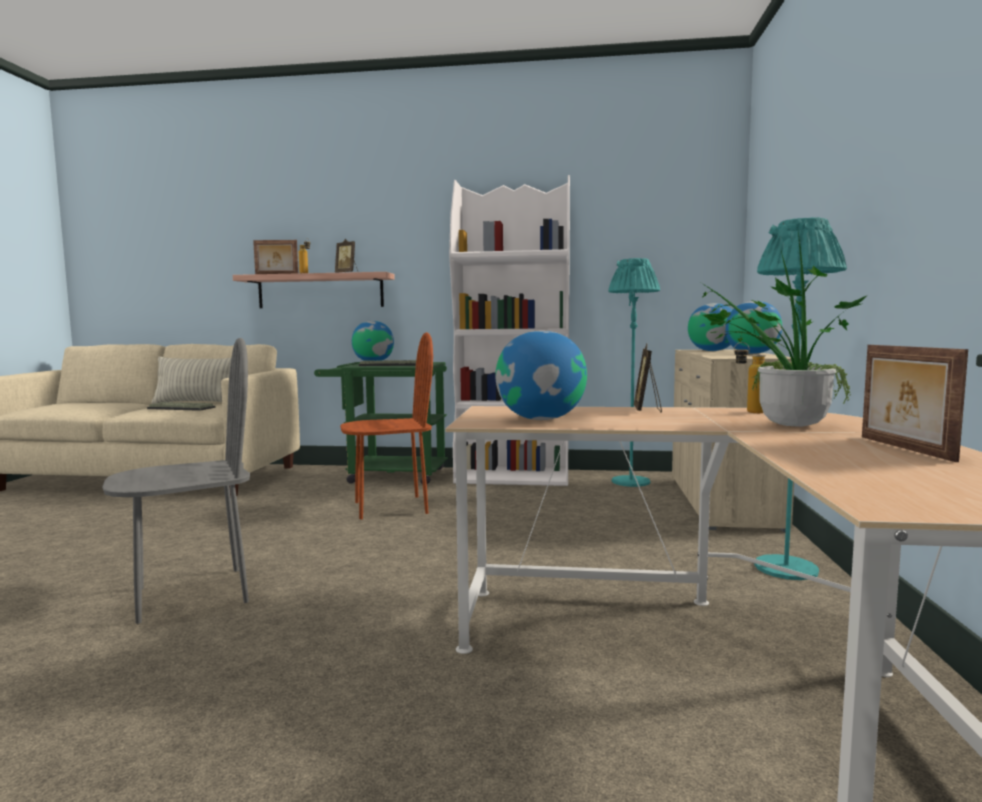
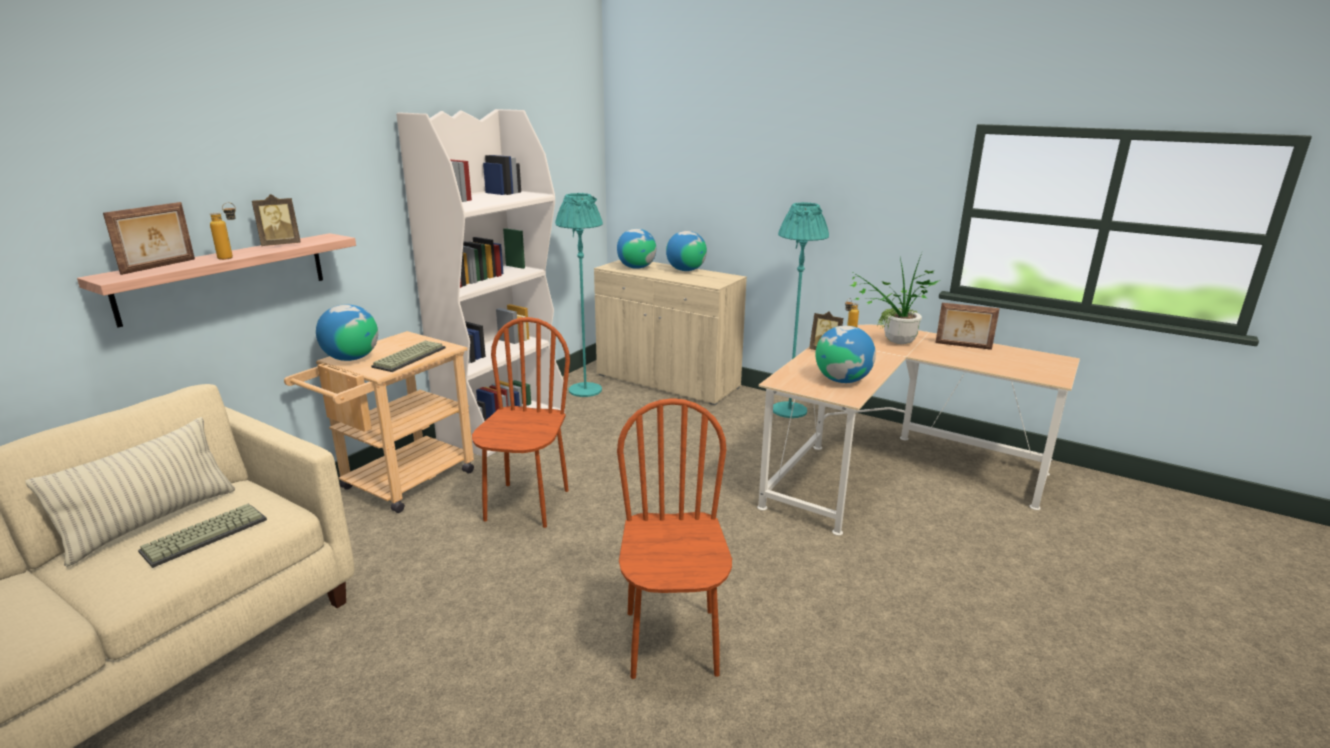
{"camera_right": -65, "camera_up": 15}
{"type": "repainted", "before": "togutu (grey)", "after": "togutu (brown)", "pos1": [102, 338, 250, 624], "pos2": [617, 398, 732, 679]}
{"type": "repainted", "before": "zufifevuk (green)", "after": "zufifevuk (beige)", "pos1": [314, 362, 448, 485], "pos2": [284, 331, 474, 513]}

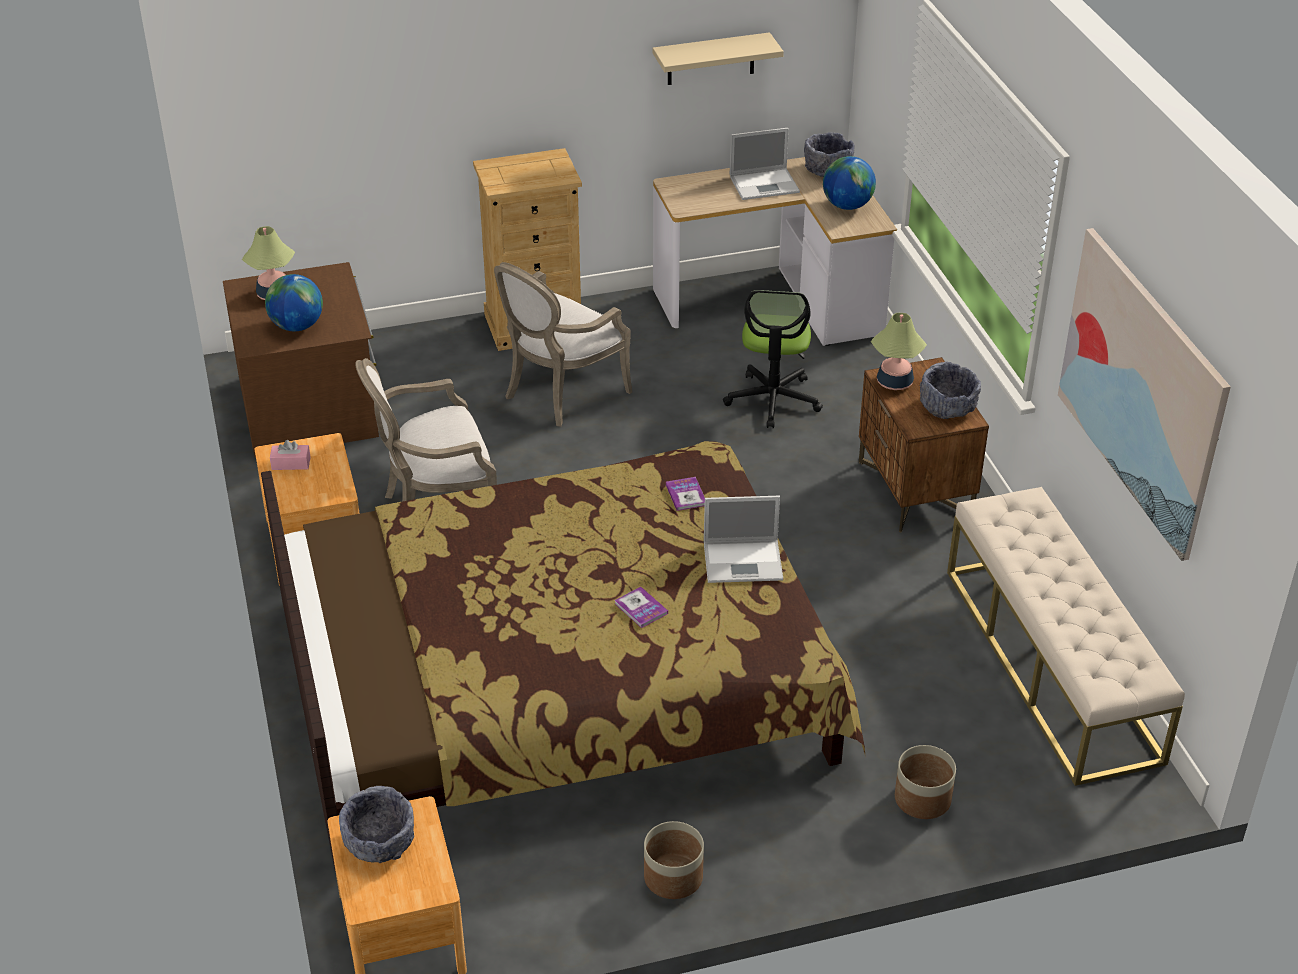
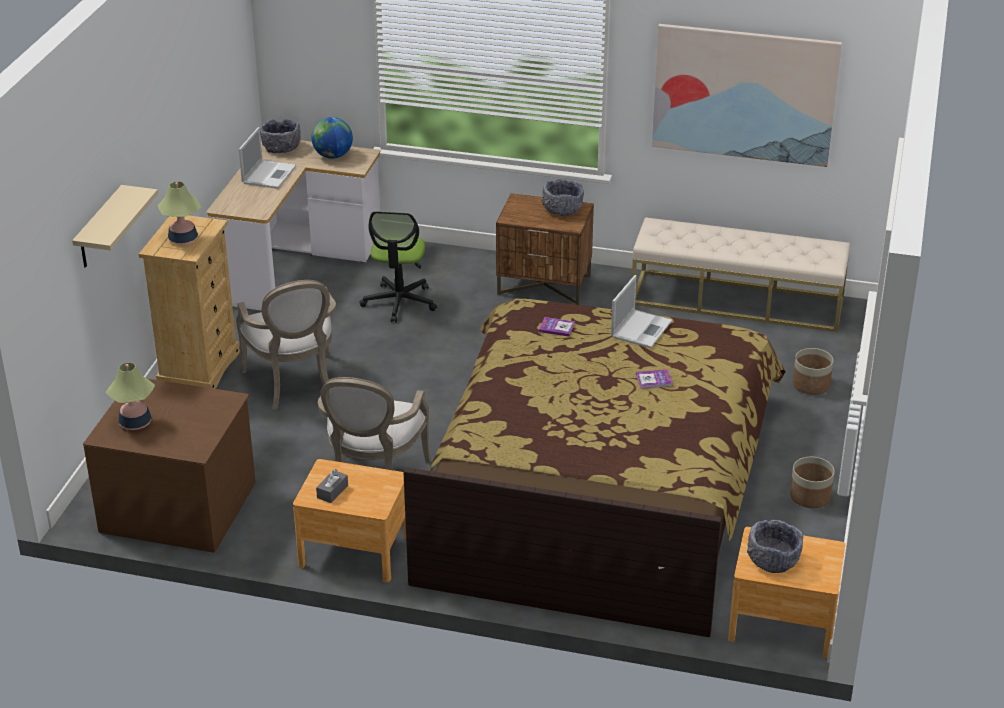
{"camera_right": -60, "camera_up": -5}
{"type": "gone", "before": "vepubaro", "pos1": [265, 274, 323, 331]}
{"type": "shifted", "before": "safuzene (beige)", "pos1": [652, 32, 784, 85], "pos2": [72, 185, 158, 268]}
{"type": "shifted", "before": "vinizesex", "pos1": [871, 313, 927, 390], "pos2": [158, 181, 201, 245]}
{"type": "repainted", "before": "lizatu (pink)", "after": "lizatu (grey)", "pos1": [270, 440, 311, 470], "pos2": [316, 469, 348, 503]}
{"type": "rotated", "before": "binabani", "pos1": [723, 290, 823, 428], "pos2": [359, 211, 437, 322], "turn": 60}

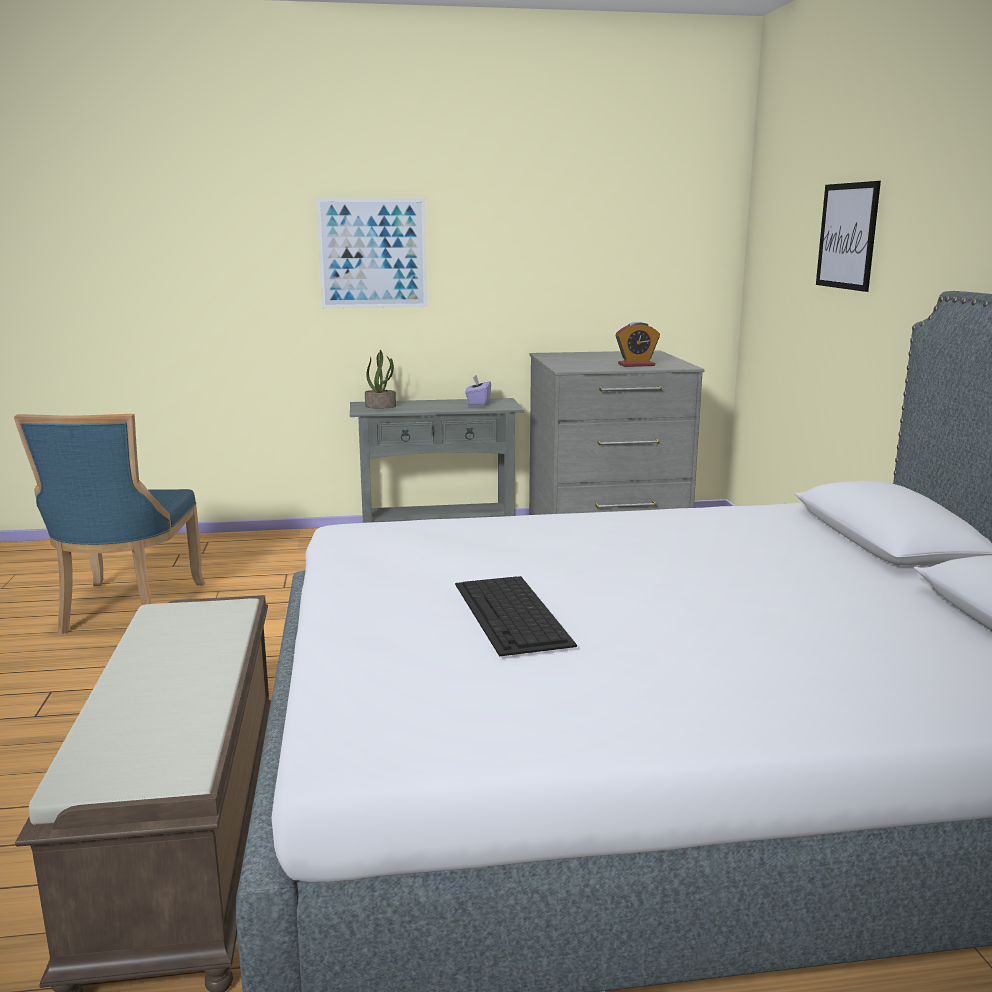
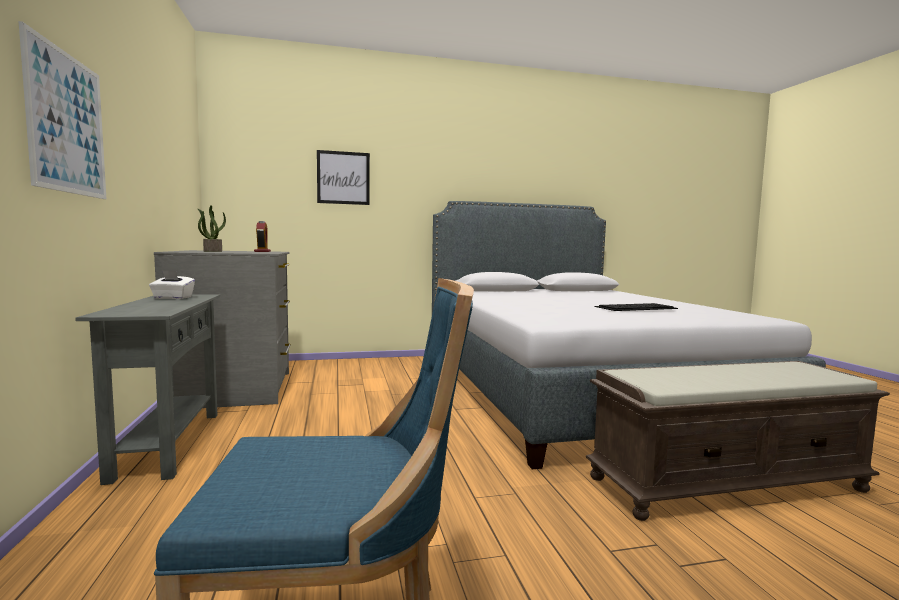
{"camera_right": -95, "camera_up": -10}
{"type": "shifted", "before": "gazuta", "pos1": [365, 350, 396, 409], "pos2": [198, 205, 226, 252]}
{"type": "repainted", "before": "lizatu (purple)", "after": "lizatu (white)", "pos1": [465, 375, 491, 406], "pos2": [149, 271, 195, 299]}

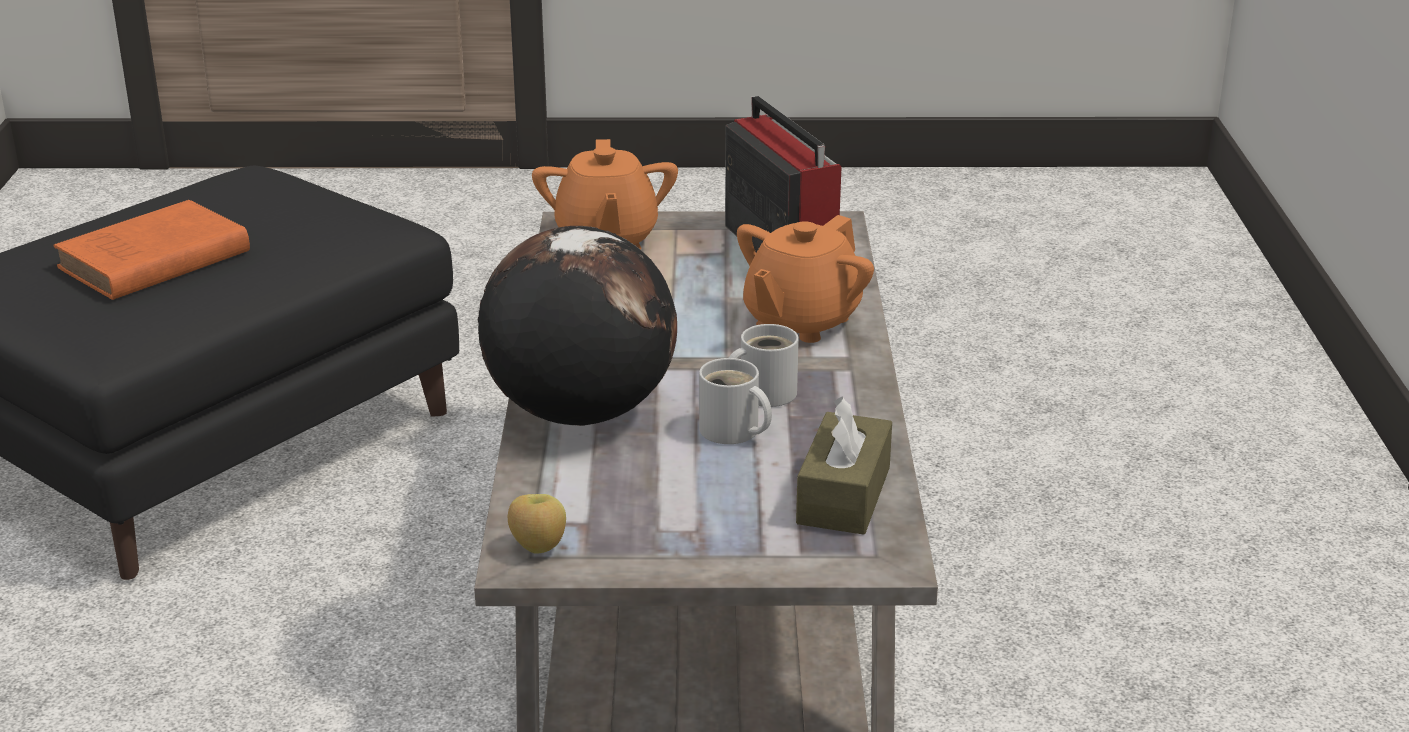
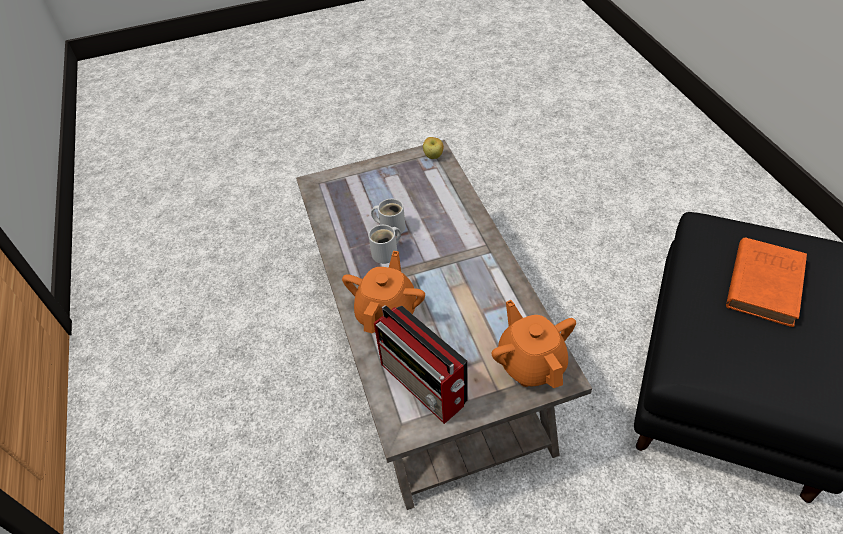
{"camera_right": 165, "camera_up": 20}
{"type": "gone", "before": "vepubaro", "pos1": [478, 226, 677, 426]}
{"type": "gone", "before": "lizatu (brown)", "pos1": [796, 396, 892, 535]}

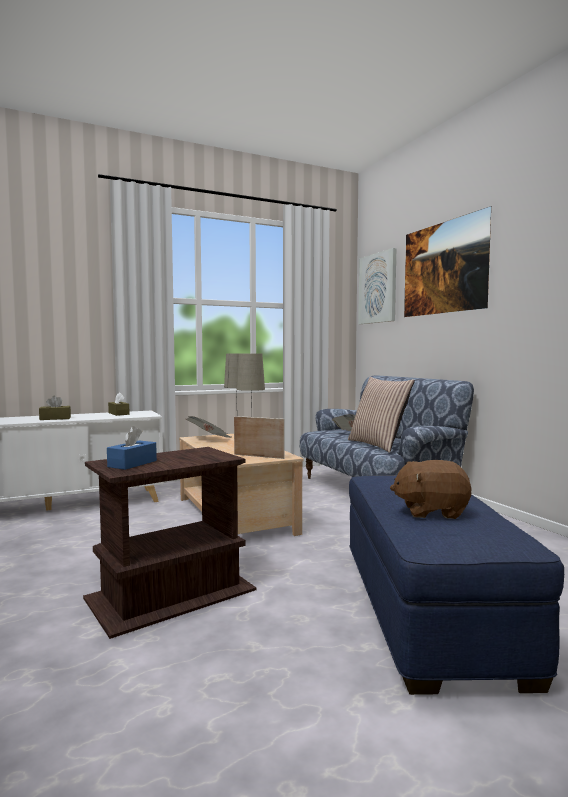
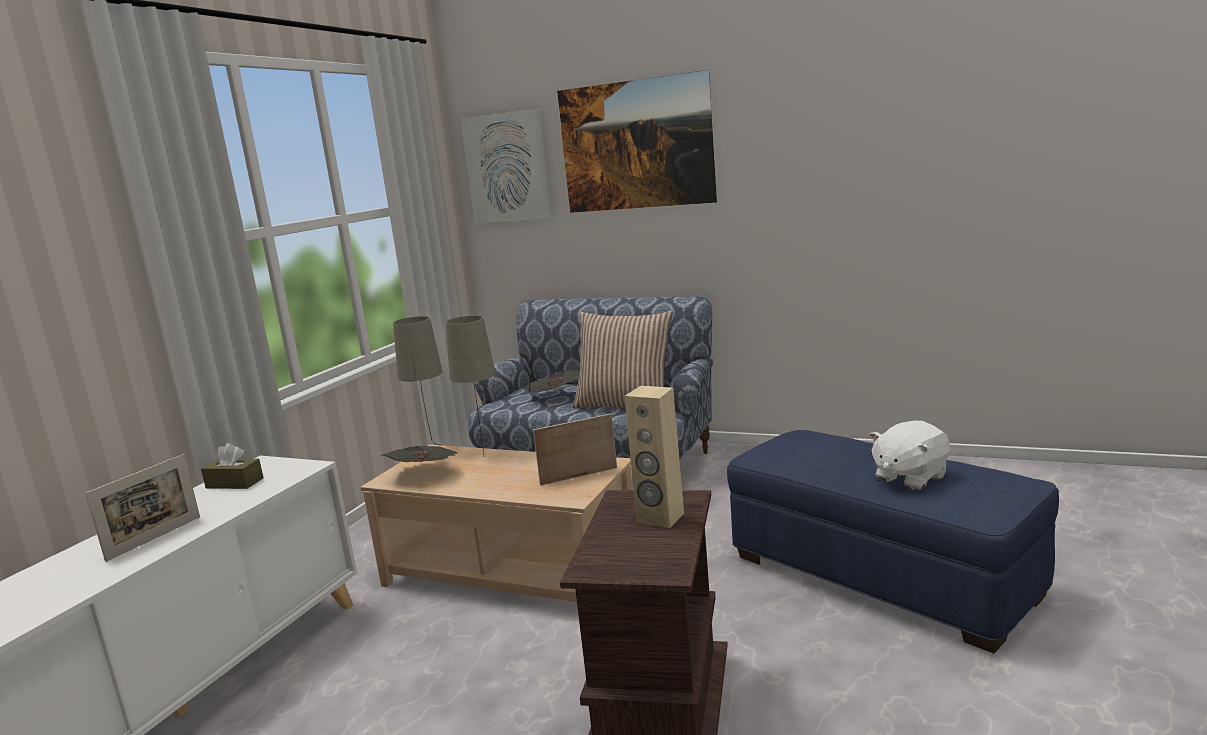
{"camera_right": -40, "camera_up": 10}
{"type": "gone", "before": "lizatu (blue)", "pos1": [107, 426, 157, 470]}
{"type": "new", "after": "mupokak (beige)", "pos2": [625, 386, 684, 528]}
{"type": "swapped", "before": "lizatu (brown)", "after": "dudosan", "pos1": [39, 395, 71, 420], "pos2": [85, 454, 200, 562]}
{"type": "repainted", "before": "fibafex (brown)", "after": "fibafex (white)", "pos1": [390, 460, 471, 519], "pos2": [870, 421, 950, 490]}

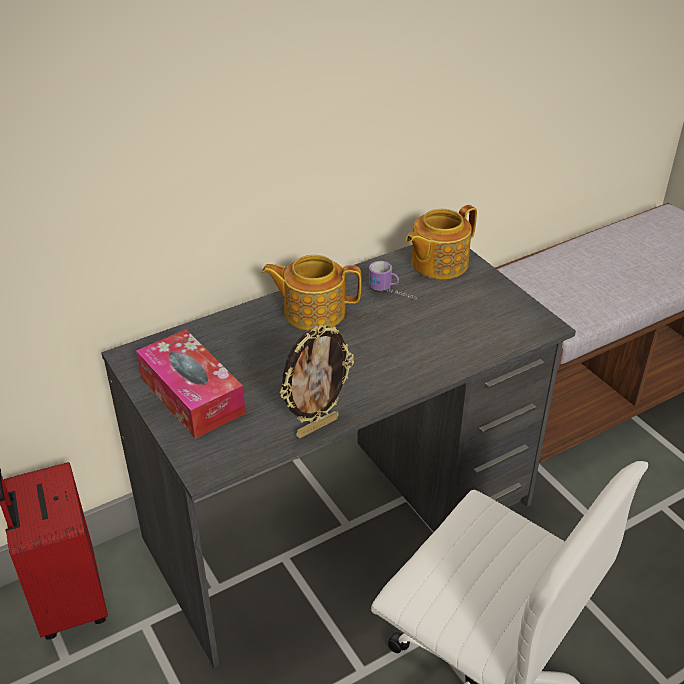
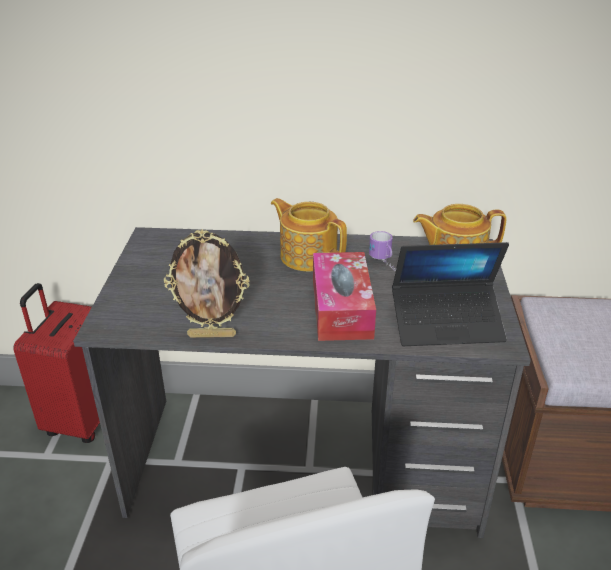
{"camera_right": 35, "camera_up": -5}
{"type": "new", "after": "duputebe", "pos2": [392, 242, 509, 346]}
{"type": "shifted", "before": "lizatu", "pos1": [136, 329, 246, 439], "pos2": [313, 252, 376, 341]}

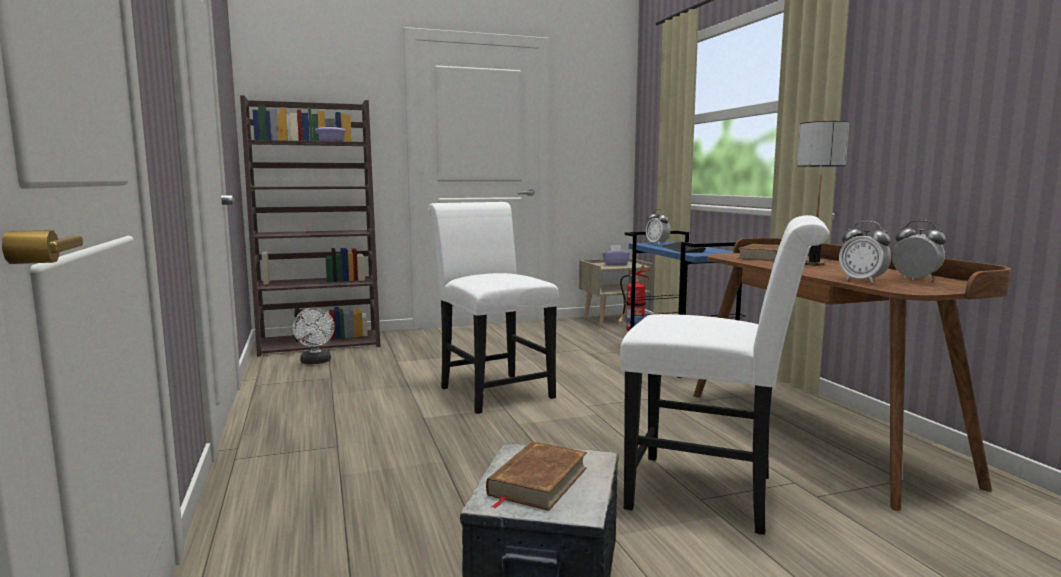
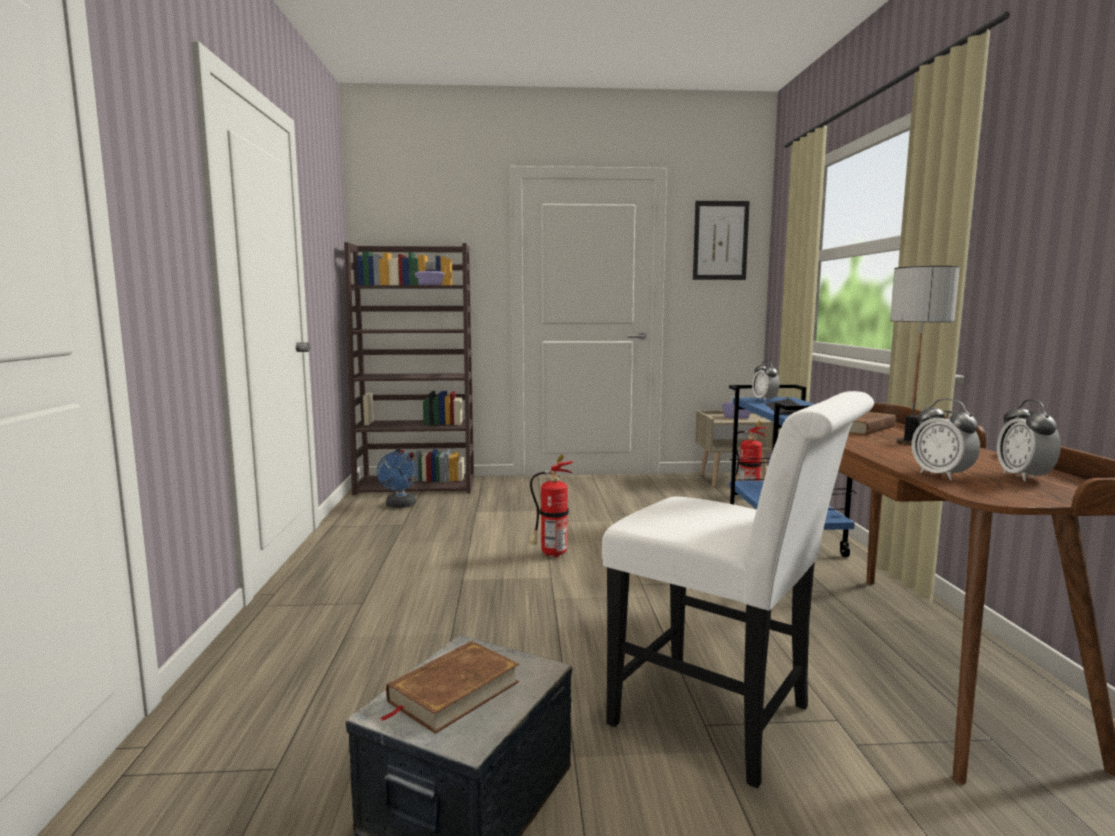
{"camera_right": 15, "camera_up": 0}
{"type": "new", "after": "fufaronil", "pos2": [693, 201, 750, 280]}
{"type": "swapped", "before": "togutu (white)", "after": "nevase", "pos1": [428, 202, 559, 414], "pos2": [529, 455, 573, 558]}
{"type": "repainted", "before": "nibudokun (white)", "after": "nibudokun (blue)", "pos1": [293, 308, 335, 364], "pos2": [377, 452, 417, 508]}
{"type": "rotated", "before": "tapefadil", "pos1": [892, 220, 946, 280], "pos2": [997, 399, 1061, 481], "turn": -150}

